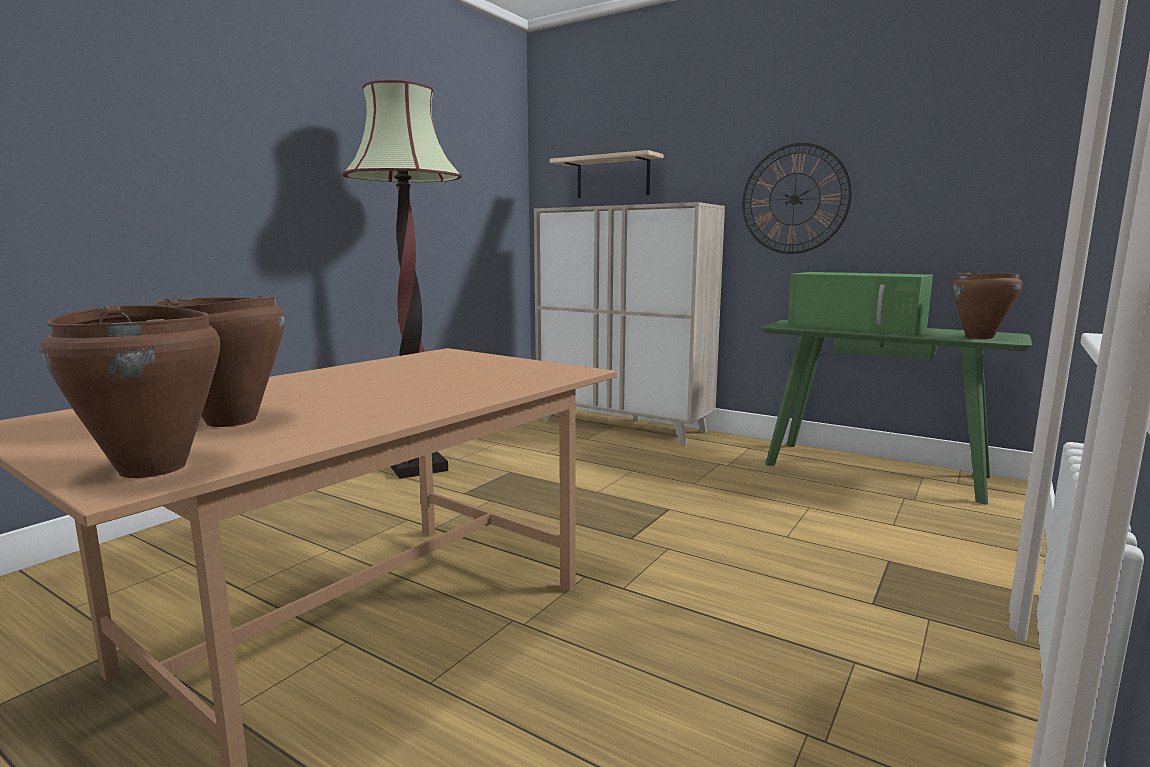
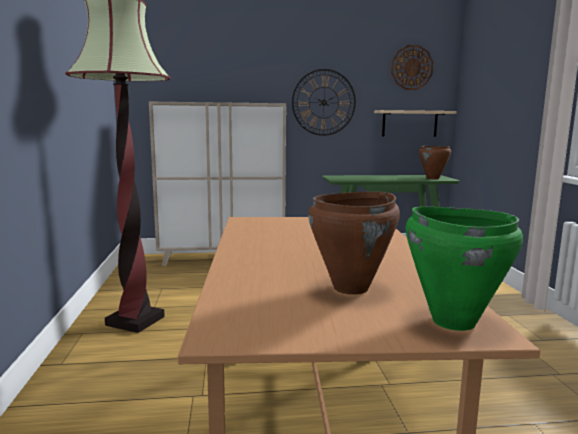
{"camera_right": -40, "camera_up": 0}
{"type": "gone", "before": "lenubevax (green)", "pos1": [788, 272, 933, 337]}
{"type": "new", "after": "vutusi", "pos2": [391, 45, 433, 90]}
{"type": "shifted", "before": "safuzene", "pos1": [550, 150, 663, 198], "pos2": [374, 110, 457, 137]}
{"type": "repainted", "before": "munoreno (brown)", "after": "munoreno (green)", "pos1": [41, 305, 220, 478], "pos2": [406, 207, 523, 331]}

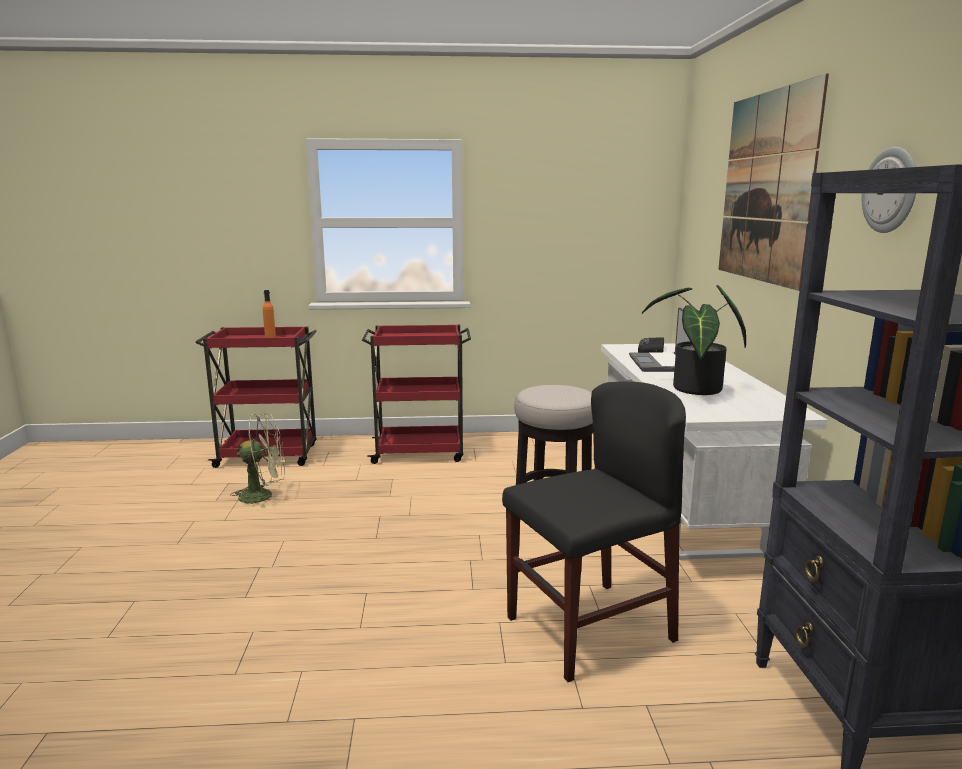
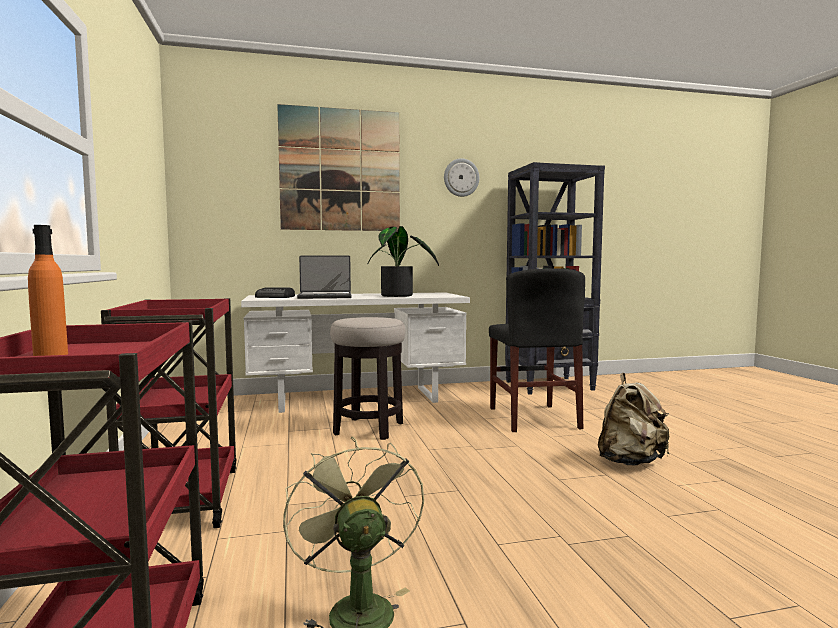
{"camera_right": -100, "camera_up": -10}
{"type": "new", "after": "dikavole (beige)", "pos2": [598, 373, 669, 466]}
{"type": "rotated", "before": "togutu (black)", "pos1": [502, 382, 686, 682], "pos2": [489, 268, 585, 432], "turn": -150}

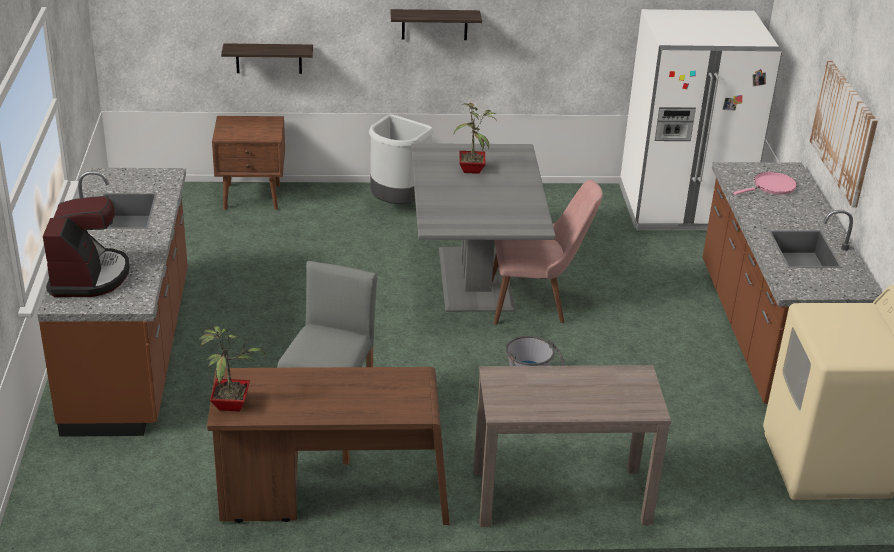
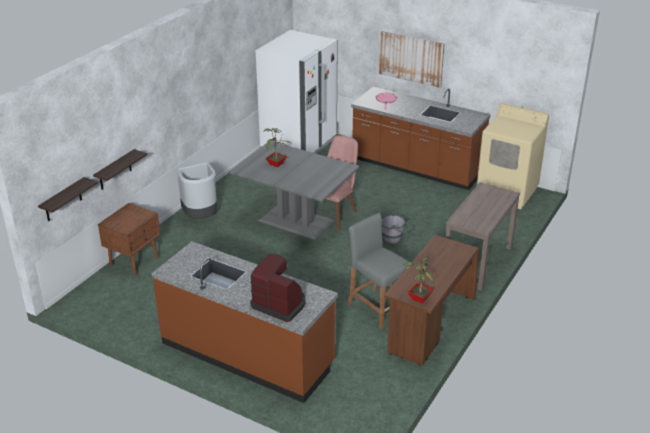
{"camera_right": -55, "camera_up": 0}
{"type": "shifted", "before": "safuzene", "pos1": [390, 9, 482, 40], "pos2": [38, 177, 98, 221]}

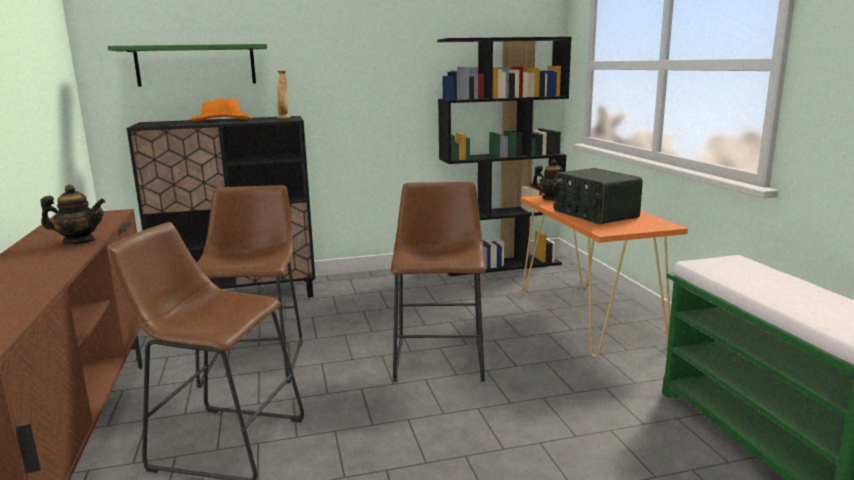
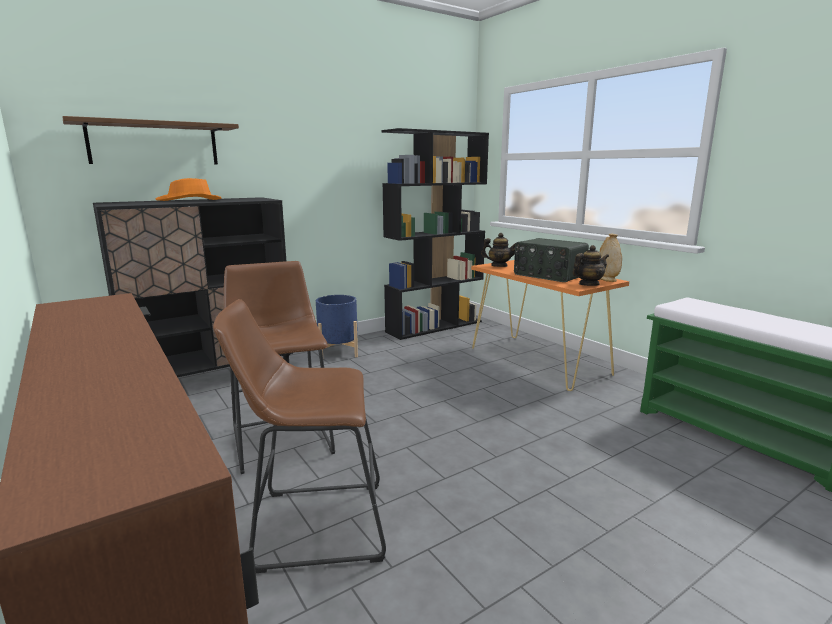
{"camera_right": -20, "camera_up": 0}
{"type": "gone", "before": "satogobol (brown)", "pos1": [391, 182, 486, 382]}
{"type": "new", "after": "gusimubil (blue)", "pos2": [316, 295, 358, 357]}
{"type": "shifted", "before": "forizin", "pos1": [41, 185, 105, 244], "pos2": [572, 245, 609, 286]}
{"type": "shifted", "before": "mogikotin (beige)", "pos1": [277, 70, 290, 119], "pos2": [599, 234, 622, 282]}
{"type": "repainted", "before": "safuzene (green)", "after": "safuzene (brown)", "pos1": [107, 44, 267, 87], "pos2": [63, 116, 239, 165]}

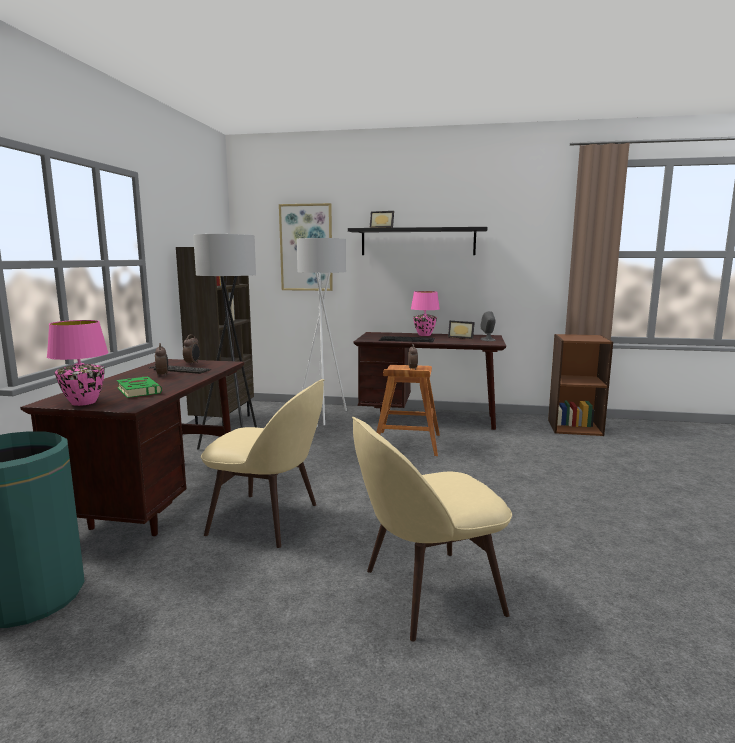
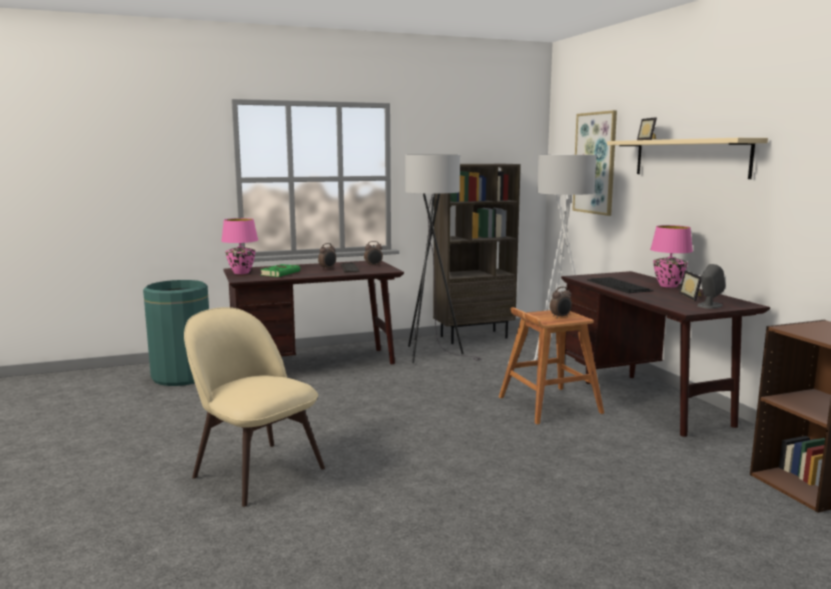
{"camera_right": 60, "camera_up": 0}
{"type": "gone", "before": "togutu (beige)", "pos1": [201, 379, 324, 548]}
{"type": "repainted", "before": "safuzene (black)", "after": "safuzene (beige)", "pos1": [348, 227, 488, 255], "pos2": [607, 138, 768, 179]}

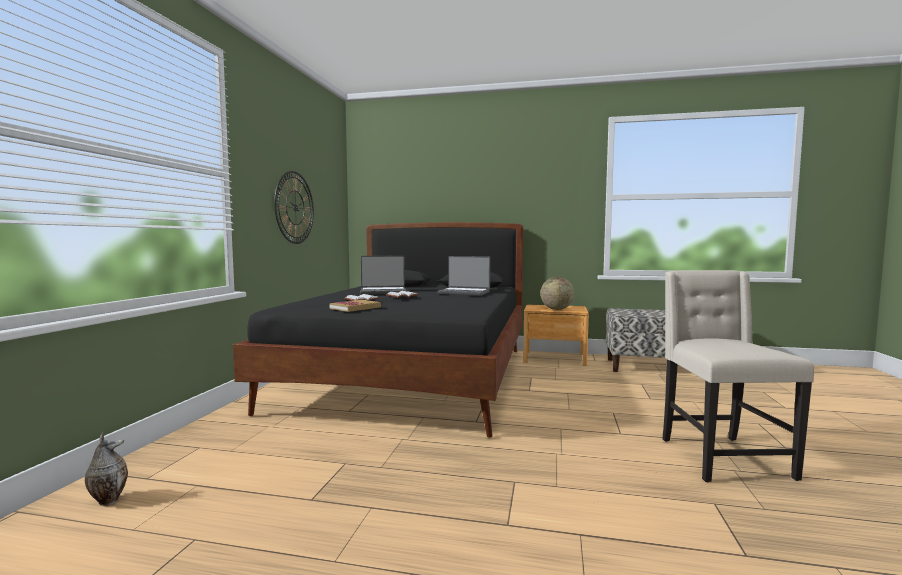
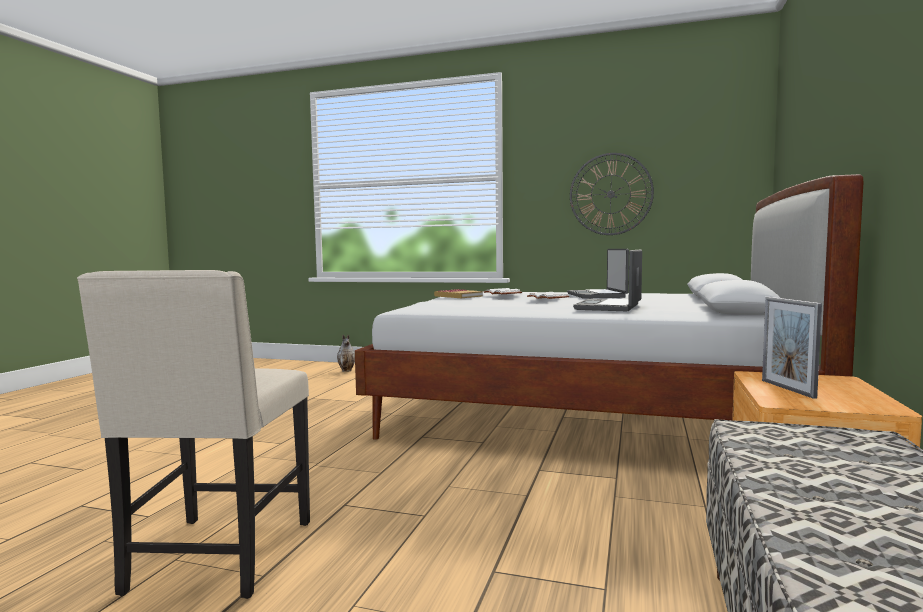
{"camera_right": 95, "camera_up": 0}
{"type": "swapped", "before": "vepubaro", "after": "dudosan", "pos1": [540, 277, 574, 310], "pos2": [762, 297, 822, 399]}
{"type": "repainted", "before": "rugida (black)", "after": "rugida (white)", "pos1": [233, 222, 523, 438], "pos2": [355, 174, 863, 440]}
{"type": "rotated", "before": "togutu (beige)", "pos1": [663, 270, 814, 482], "pos2": [77, 270, 310, 599], "turn": 90}

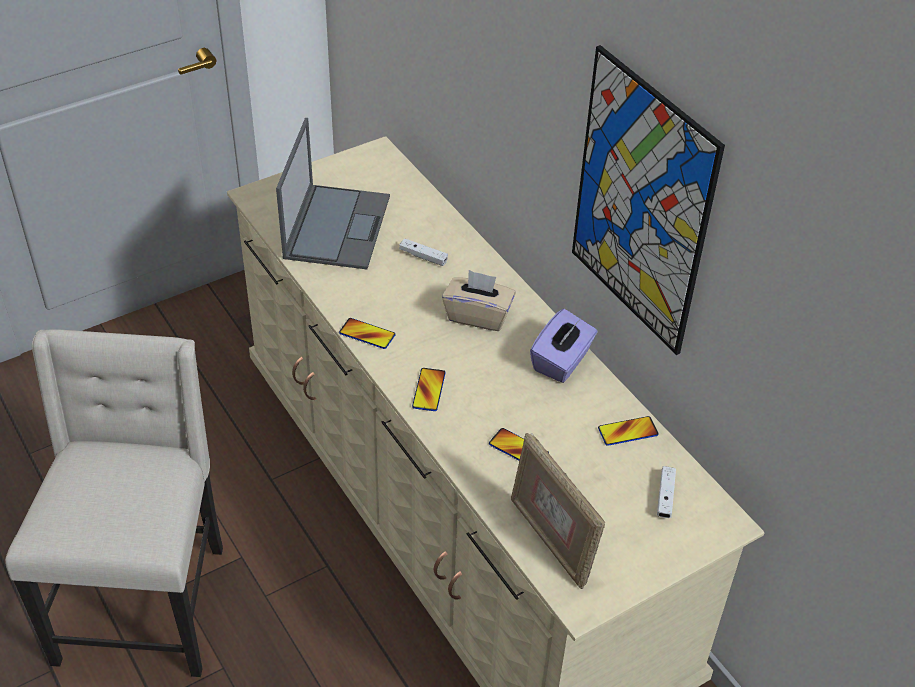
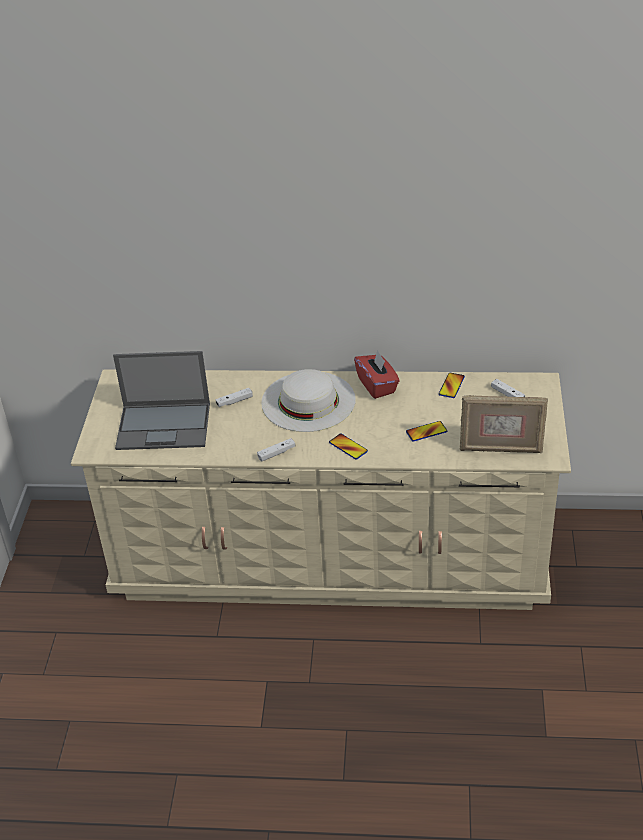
{"camera_right": -50, "camera_up": -5}
{"type": "gone", "before": "togutu (beige)", "pos1": [5, 329, 223, 677]}
{"type": "gone", "before": "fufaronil", "pos1": [572, 45, 725, 355]}
{"type": "swapped", "before": "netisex", "after": "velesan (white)", "pos1": [339, 318, 395, 349], "pos2": [257, 438, 295, 462]}
{"type": "swapped", "before": "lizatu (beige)", "after": "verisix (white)", "pos1": [442, 270, 516, 331], "pos2": [261, 369, 356, 432]}
{"type": "repainted", "before": "lizatu (purple)", "after": "lizatu (red)", "pos1": [530, 309, 597, 383], "pos2": [354, 350, 400, 399]}
{"type": "rotated", "before": "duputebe", "pos1": [276, 118, 390, 269], "pos2": [113, 351, 210, 450], "turn": 135}

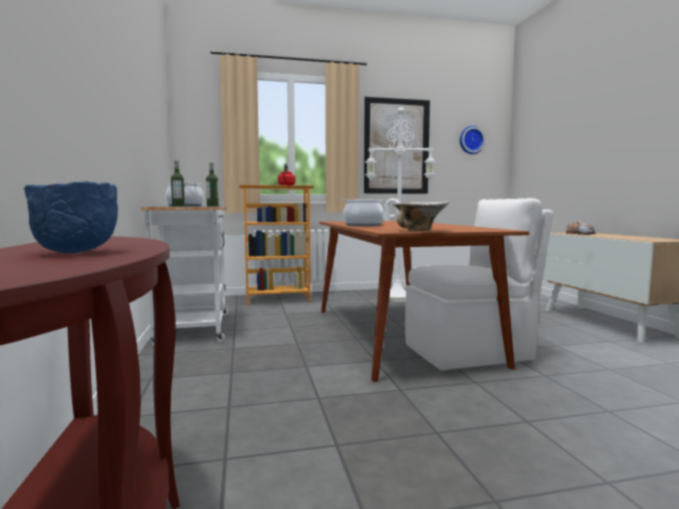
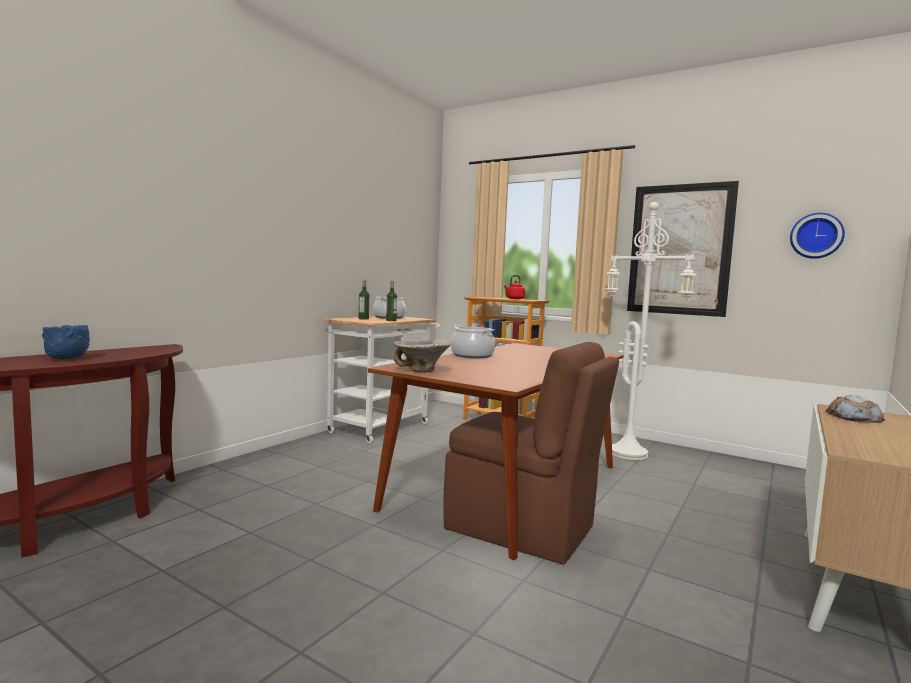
{"camera_right": 45, "camera_up": 0}
{"type": "repainted", "before": "togutu (white)", "after": "togutu (brown)", "pos1": [405, 198, 554, 371], "pos2": [443, 342, 619, 565]}

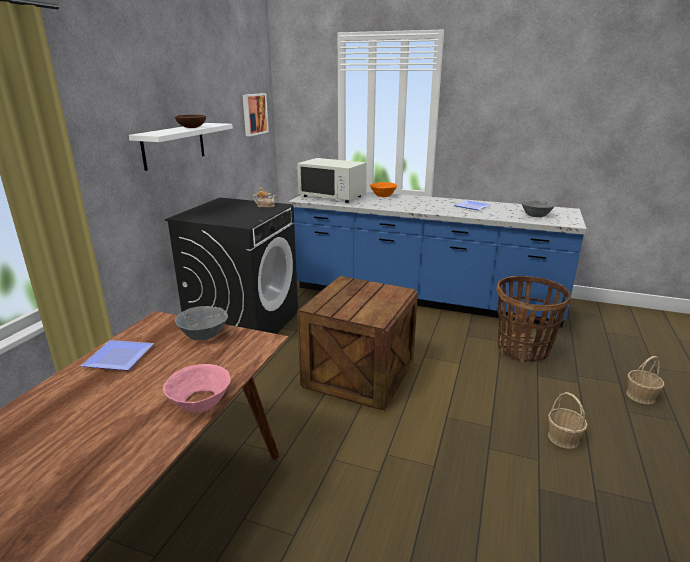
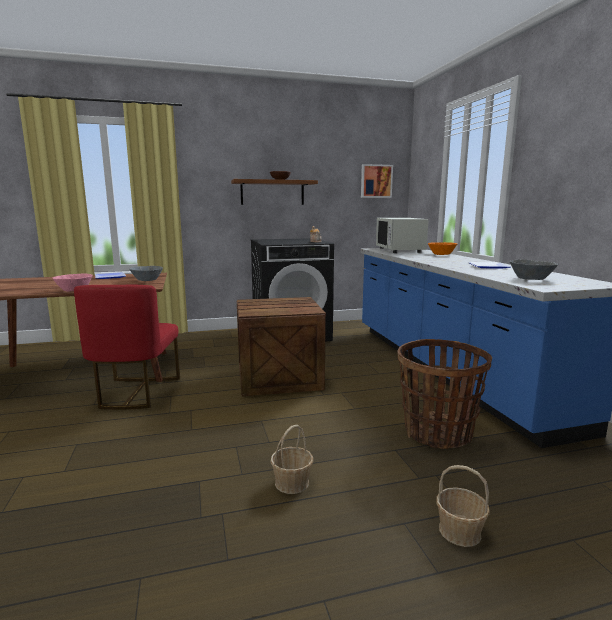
{"camera_right": 55, "camera_up": -10}
{"type": "new", "after": "togutu (red)", "pos2": [74, 285, 180, 410]}
{"type": "repainted", "before": "safuzene (white)", "after": "safuzene (brown)", "pos1": [129, 123, 233, 171], "pos2": [231, 179, 318, 205]}

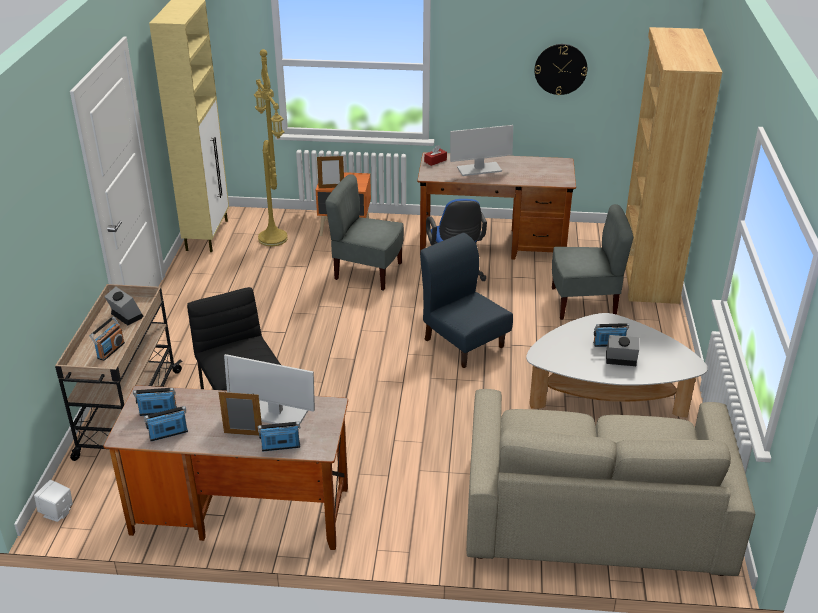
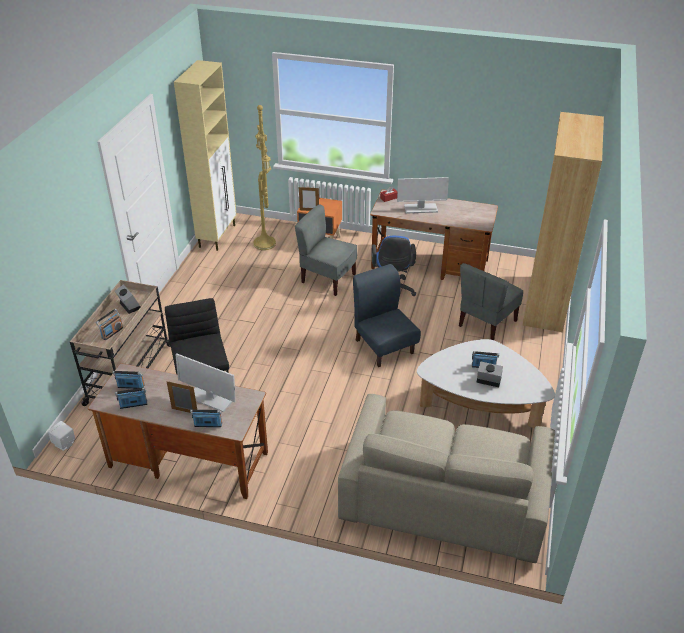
{"camera_right": 10, "camera_up": 5}
{"type": "gone", "before": "vutusi", "pos1": [535, 44, 587, 95]}
{"type": "rotated", "before": "togutu (grey)", "pos1": [552, 204, 633, 320], "pos2": [459, 263, 523, 340], "turn": 120}

